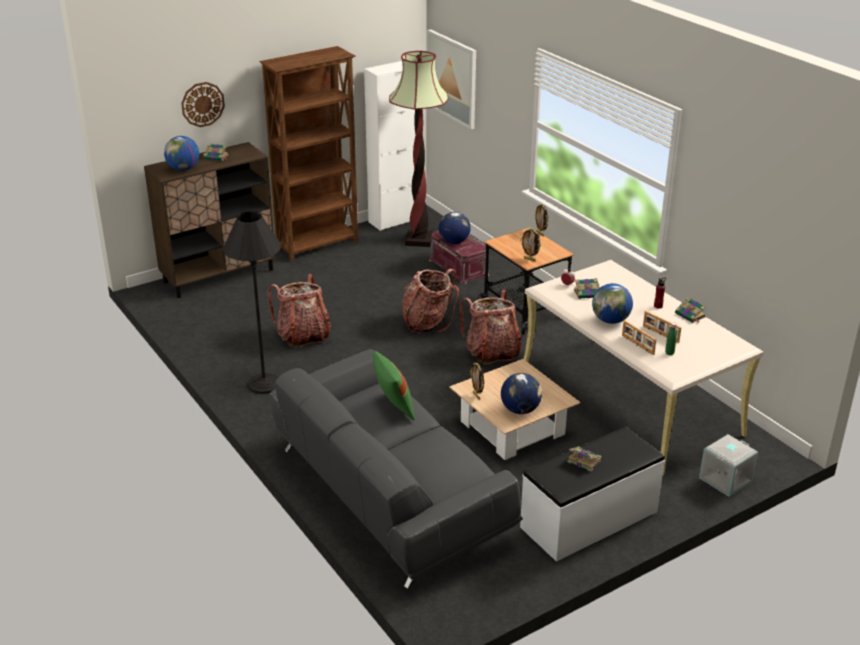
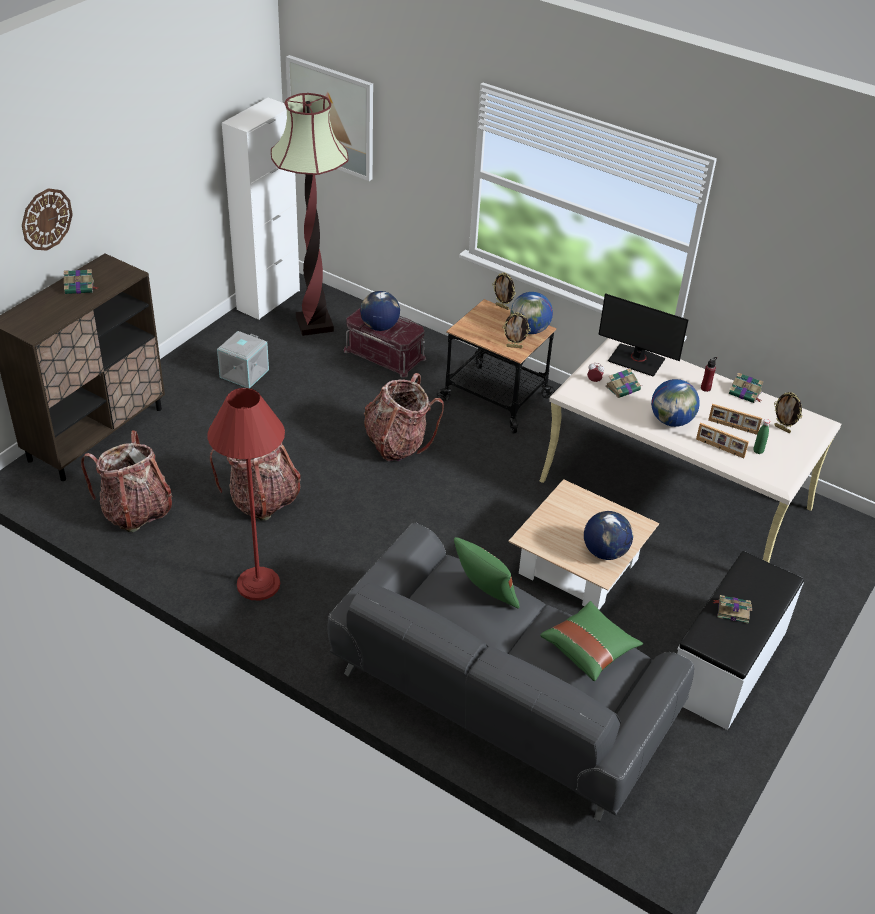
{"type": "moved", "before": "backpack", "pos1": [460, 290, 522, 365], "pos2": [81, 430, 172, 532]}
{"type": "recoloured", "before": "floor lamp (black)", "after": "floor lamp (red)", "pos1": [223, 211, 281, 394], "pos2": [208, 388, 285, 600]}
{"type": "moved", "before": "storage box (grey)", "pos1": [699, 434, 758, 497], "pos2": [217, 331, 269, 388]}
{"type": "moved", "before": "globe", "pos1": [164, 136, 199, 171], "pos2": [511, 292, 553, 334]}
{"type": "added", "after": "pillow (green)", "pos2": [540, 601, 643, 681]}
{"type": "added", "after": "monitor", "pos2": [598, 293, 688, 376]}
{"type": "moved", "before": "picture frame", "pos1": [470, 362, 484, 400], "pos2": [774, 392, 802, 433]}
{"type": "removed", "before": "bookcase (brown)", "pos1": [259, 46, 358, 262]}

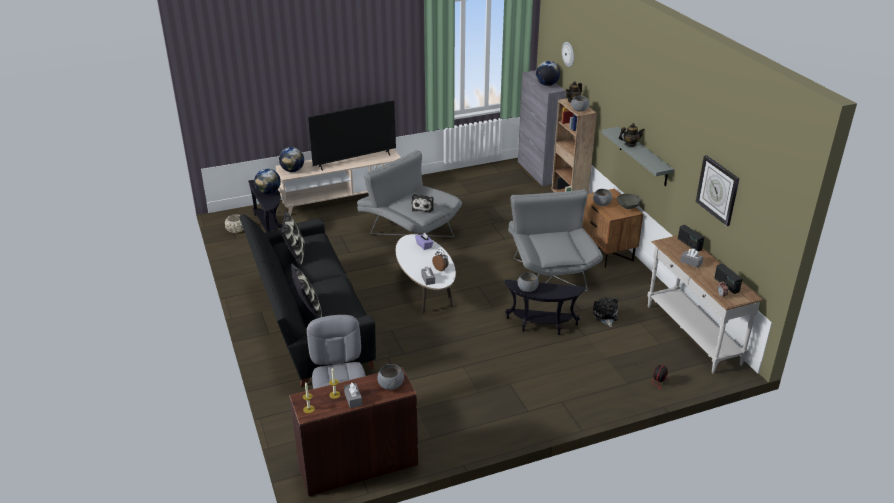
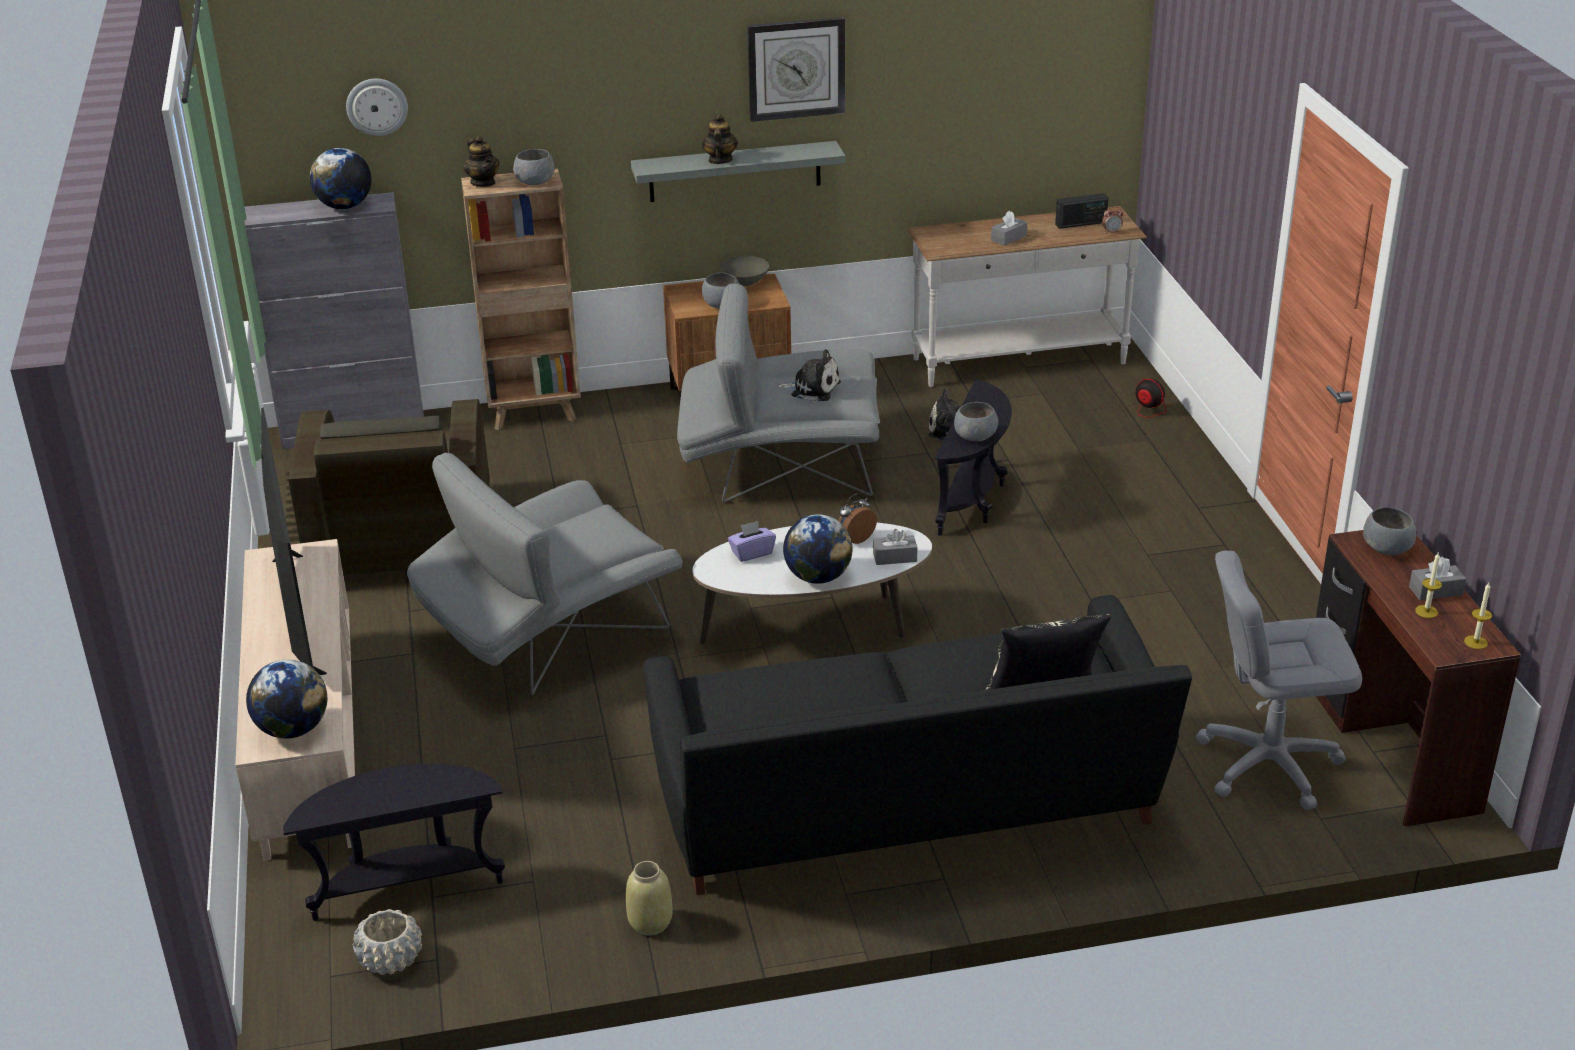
{"type": "added", "after": "armchair (brown)", "pos2": [288, 399, 490, 575]}
{"type": "added", "after": "vase (beige)", "pos2": [626, 861, 672, 935]}
{"type": "moved", "before": "wall clock", "pos1": [696, 155, 739, 226], "pos2": [747, 17, 845, 122]}
{"type": "moved", "before": "plush toy", "pos1": [412, 194, 434, 213], "pos2": [777, 349, 841, 401]}
{"type": "moved", "before": "globe", "pos1": [254, 168, 281, 194], "pos2": [783, 514, 853, 584]}
{"type": "removed", "before": "pillow", "pos1": [282, 210, 305, 266]}
{"type": "removed", "before": "radio", "pos1": [678, 225, 705, 251]}

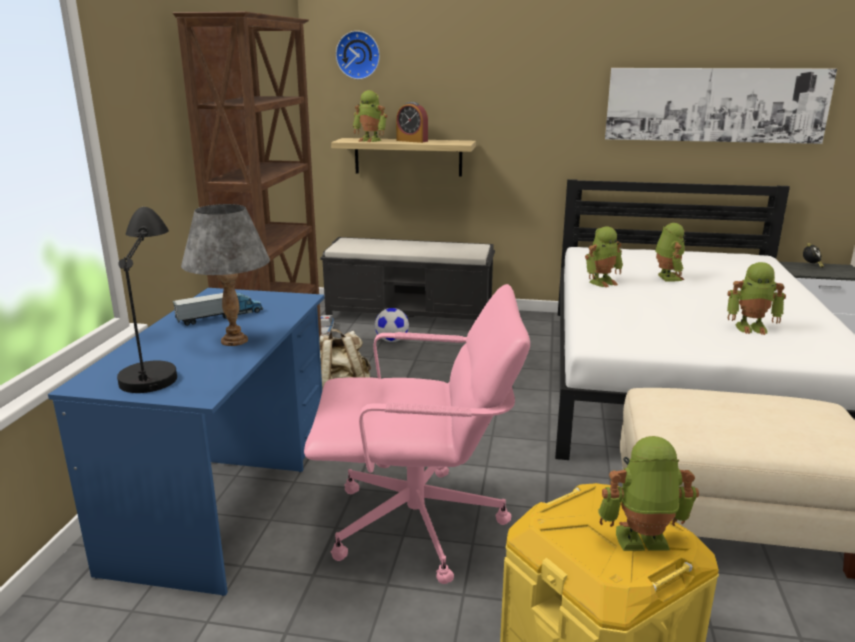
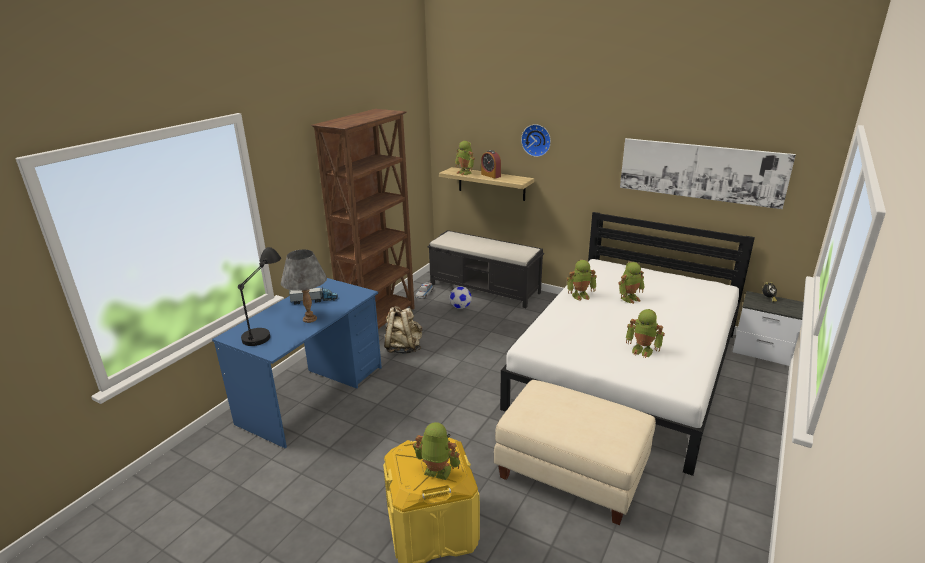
{"type": "moved", "before": "wall clock", "pos1": [336, 31, 380, 79], "pos2": [521, 124, 551, 157]}
{"type": "turned", "before": "toy robot", "pos1": [655, 223, 686, 281], "pos2": [618, 262, 645, 304], "turn": 45}
{"type": "removed", "before": "office chair (pink)", "pos1": [304, 284, 530, 584]}

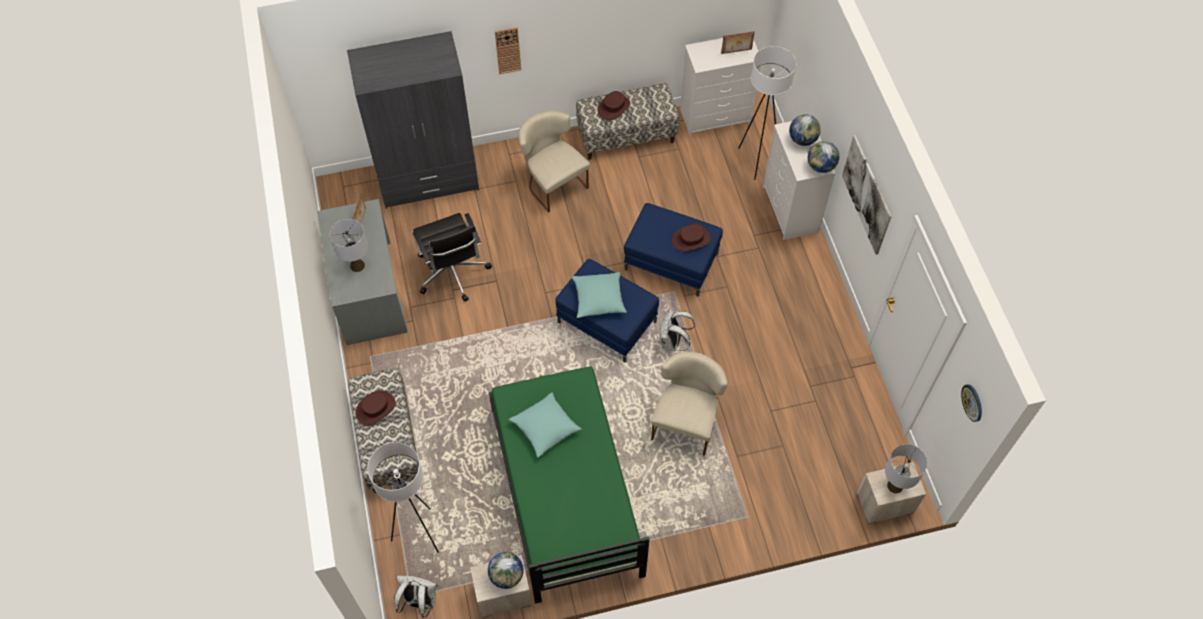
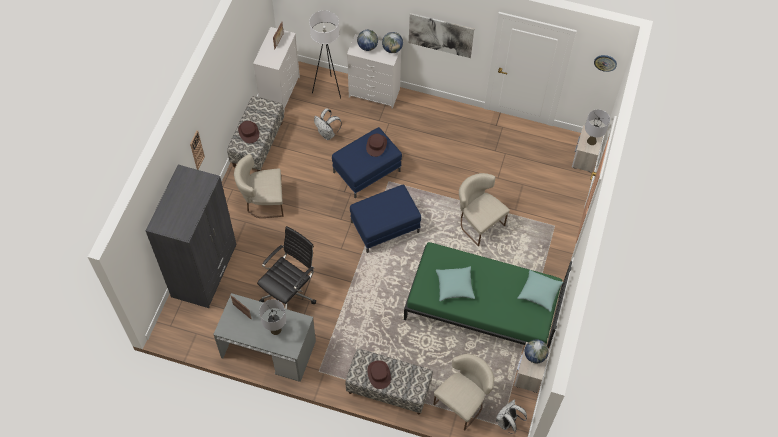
{"type": "turned", "before": "office chair (black)", "pos1": [412, 213, 492, 302], "pos2": [257, 226, 316, 309], "turn": -60}
{"type": "moved", "before": "backpack (white)", "pos1": [660, 308, 695, 351], "pos2": [314, 108, 342, 140]}
{"type": "replaced", "before": "floor lamp (white)", "after": "chair (beige)", "pos1": [367, 442, 439, 553], "pos2": [433, 354, 494, 430]}
{"type": "moved", "before": "pillow (turquoise)", "pos1": [572, 272, 627, 318], "pos2": [517, 270, 563, 312]}

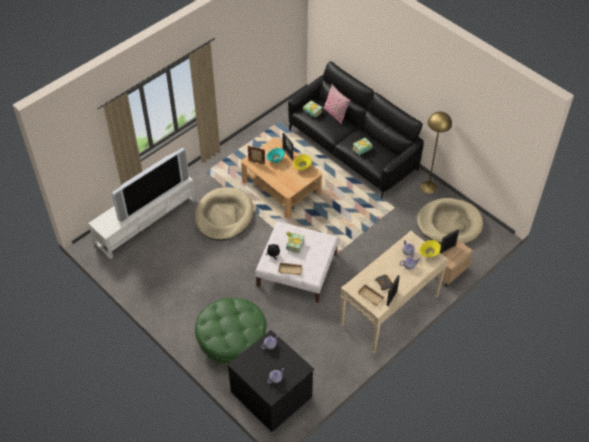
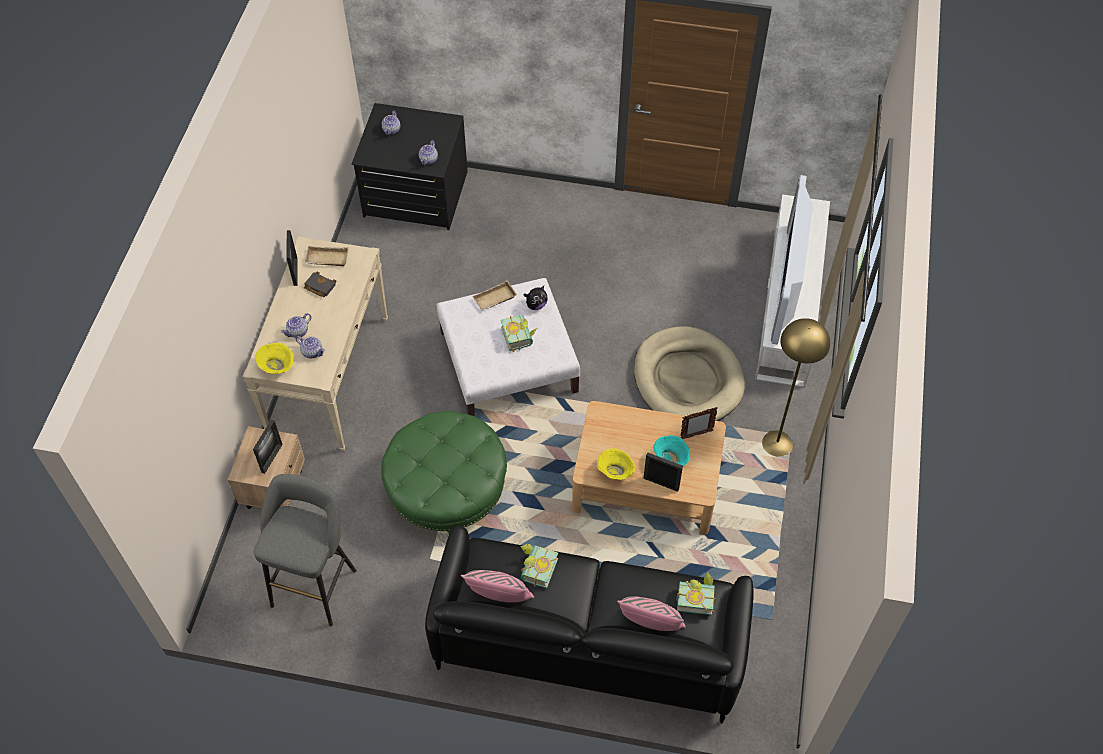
{"type": "replaced", "before": "dog bed (beige)", "after": "stool (grey)", "pos1": [417, 198, 484, 244], "pos2": [254, 474, 356, 626]}
{"type": "moved", "before": "ottoman (green)", "pos1": [195, 298, 267, 366], "pos2": [381, 411, 507, 537]}
{"type": "added", "after": "pillow (pink)", "pos2": [461, 570, 534, 602]}
{"type": "moved", "before": "floor lamp (yellow)", "pos1": [420, 111, 452, 193], "pos2": [762, 318, 830, 457]}

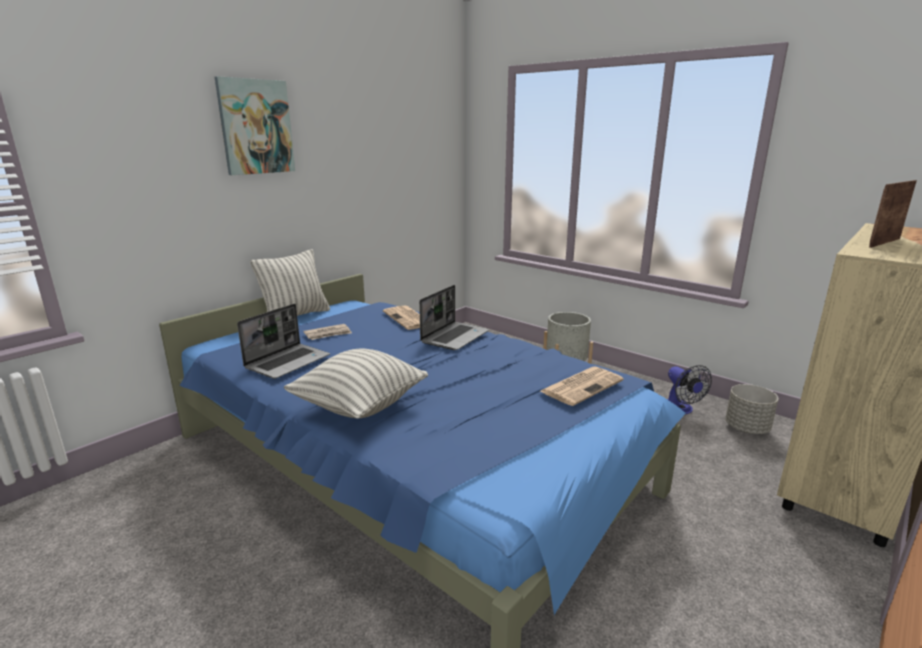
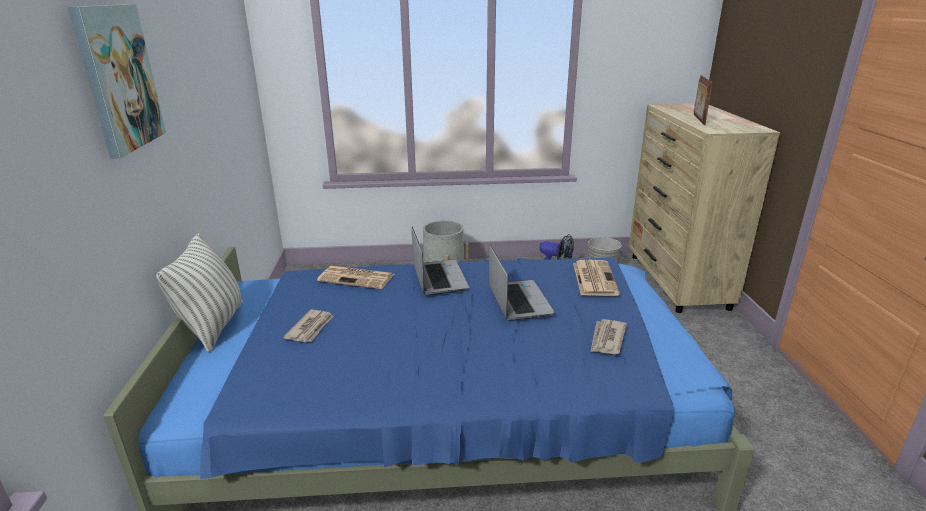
{"type": "moved", "before": "laptop", "pos1": [237, 304, 330, 379], "pos2": [489, 245, 555, 321]}
{"type": "added", "after": "newspaper", "pos2": [591, 319, 627, 354]}
{"type": "removed", "before": "pillow", "pos1": [284, 349, 428, 419]}

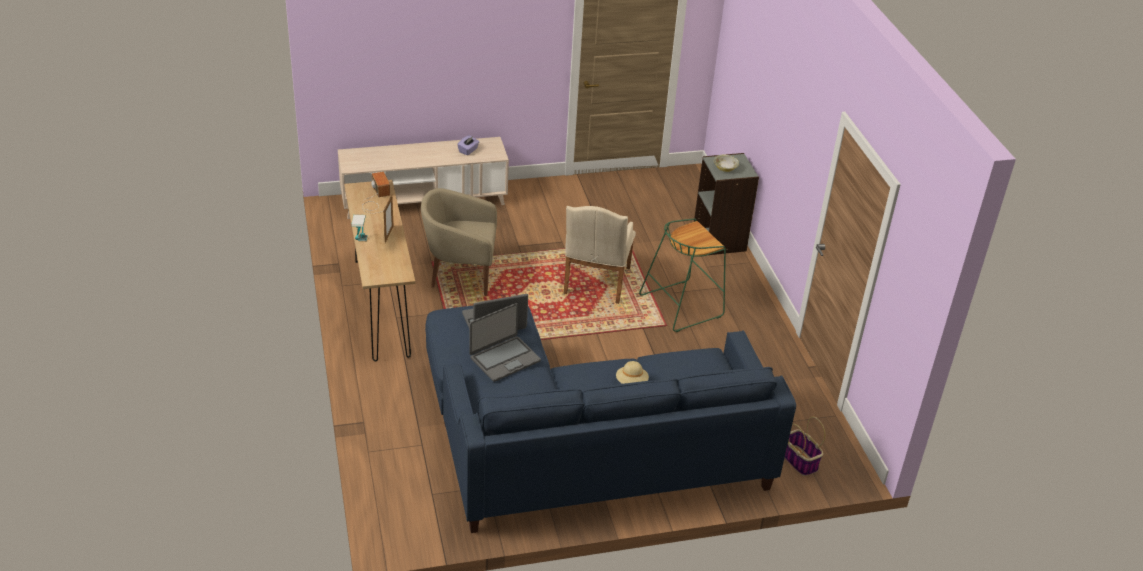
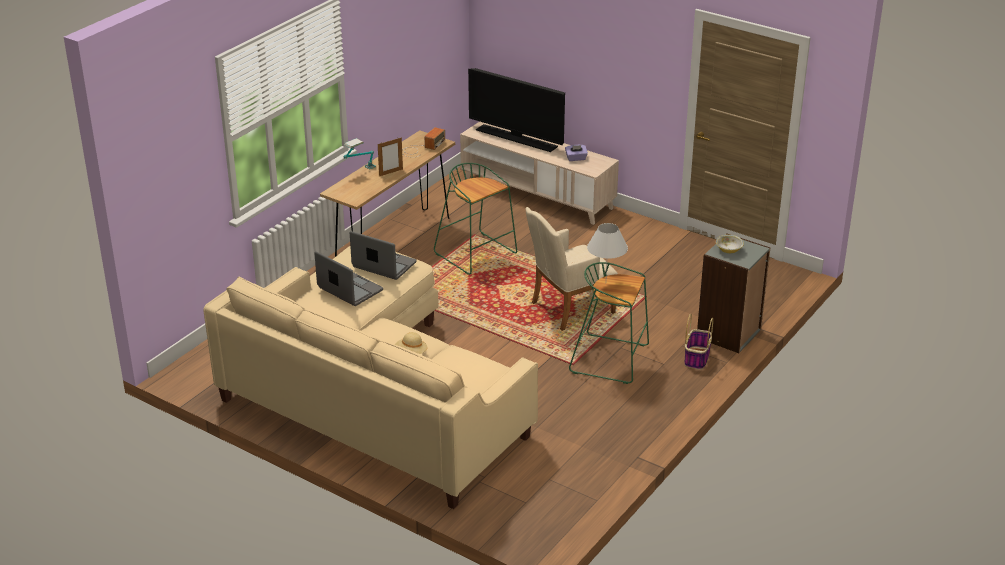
{"type": "recoloured", "before": "sofa (blue)", "after": "sofa (beige)", "pos1": [425, 306, 796, 533], "pos2": [203, 246, 538, 509]}
{"type": "turned", "before": "laptop", "pos1": [469, 303, 541, 382], "pos2": [314, 251, 383, 306], "turn": -150}
{"type": "replaced", "before": "armchair (beige)", "after": "stool (green)", "pos1": [421, 188, 497, 296], "pos2": [434, 163, 517, 275]}
{"type": "added", "after": "television", "pos2": [468, 68, 565, 152]}
{"type": "added", "after": "table lamp (white)", "pos2": [587, 223, 628, 276]}
{"type": "moved", "before": "basket", "pos1": [785, 417, 825, 476], "pos2": [684, 314, 713, 370]}

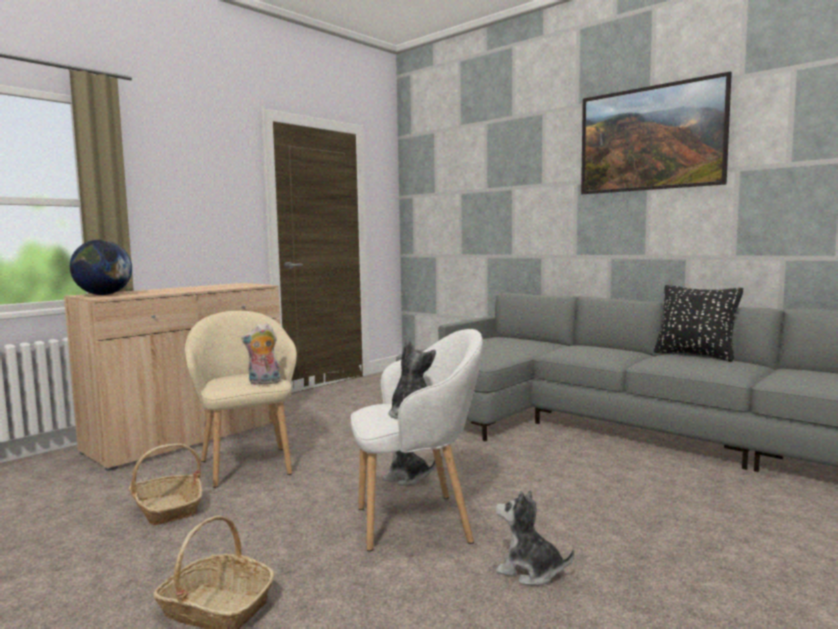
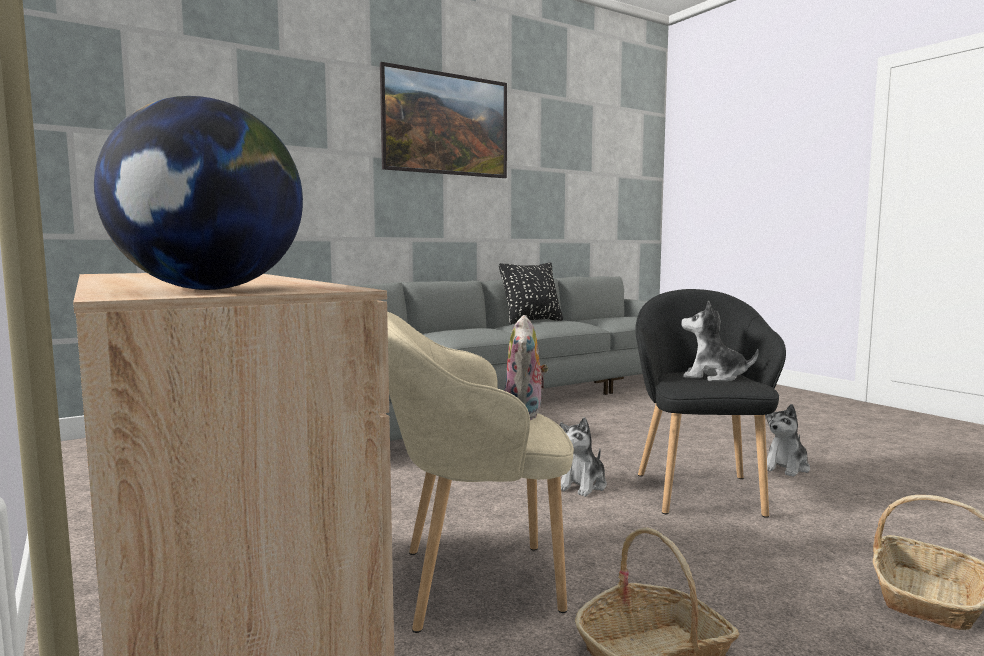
{"type": "recoloured", "before": "armchair (white)", "after": "armchair (black)", "pos1": [351, 329, 483, 551], "pos2": [635, 289, 786, 518]}

